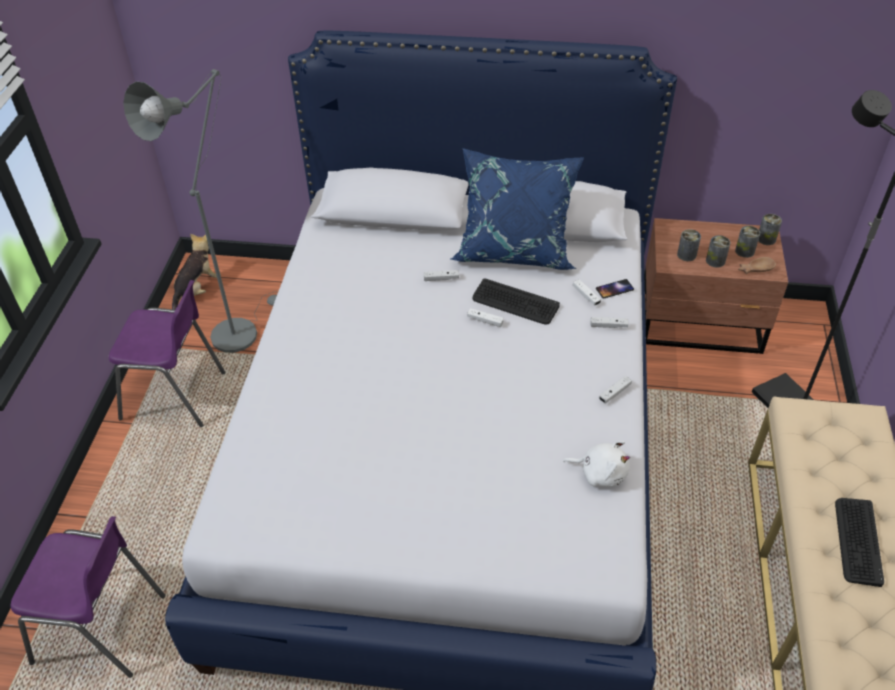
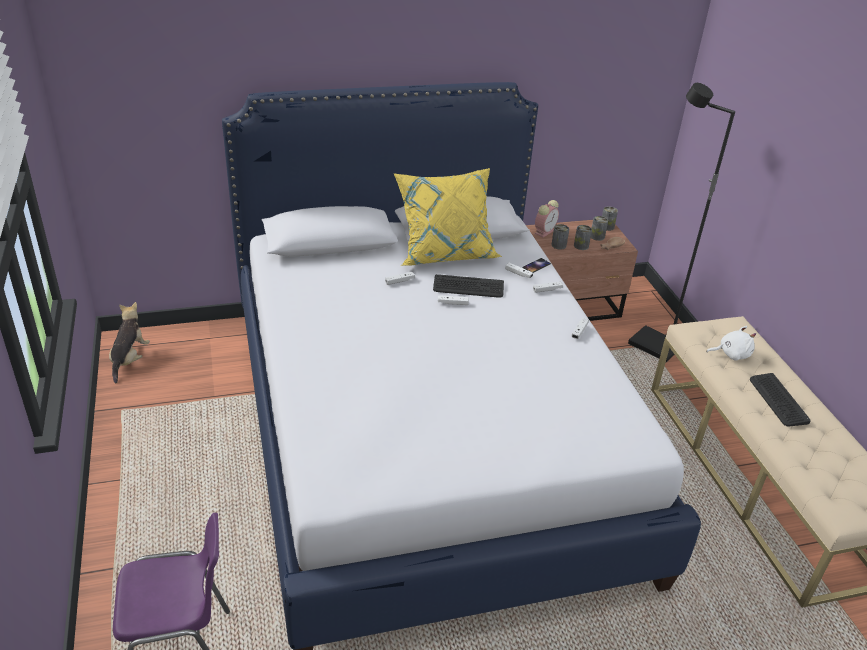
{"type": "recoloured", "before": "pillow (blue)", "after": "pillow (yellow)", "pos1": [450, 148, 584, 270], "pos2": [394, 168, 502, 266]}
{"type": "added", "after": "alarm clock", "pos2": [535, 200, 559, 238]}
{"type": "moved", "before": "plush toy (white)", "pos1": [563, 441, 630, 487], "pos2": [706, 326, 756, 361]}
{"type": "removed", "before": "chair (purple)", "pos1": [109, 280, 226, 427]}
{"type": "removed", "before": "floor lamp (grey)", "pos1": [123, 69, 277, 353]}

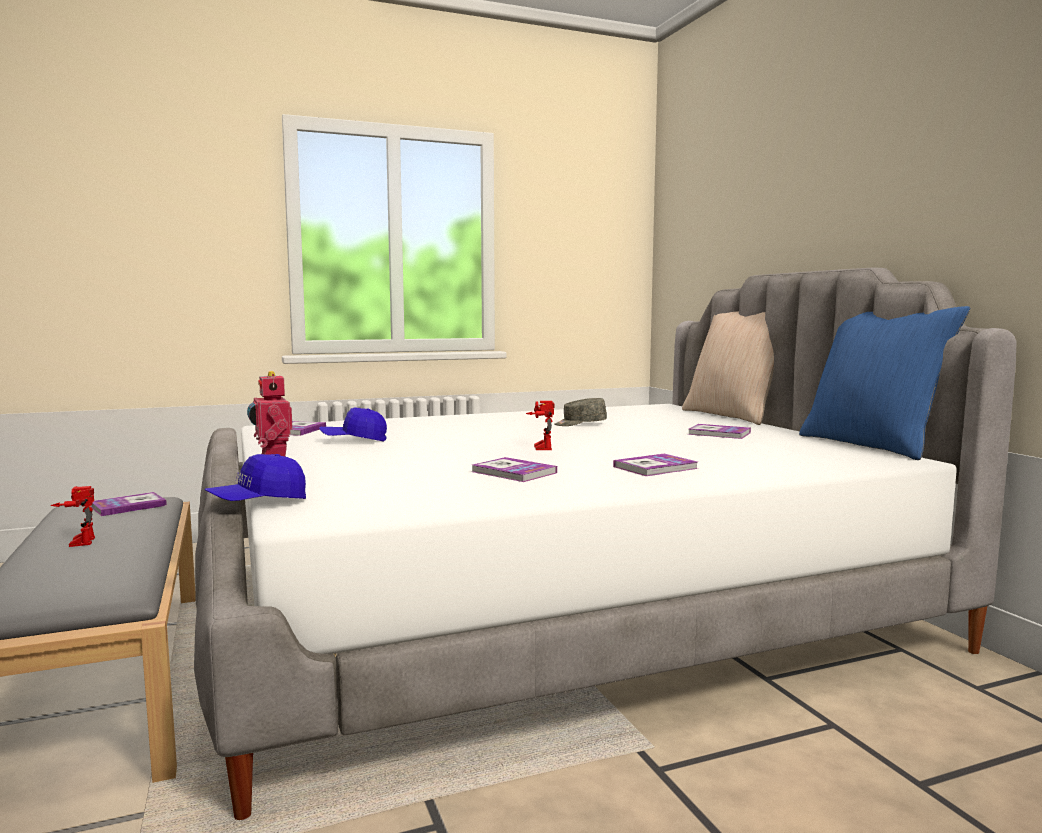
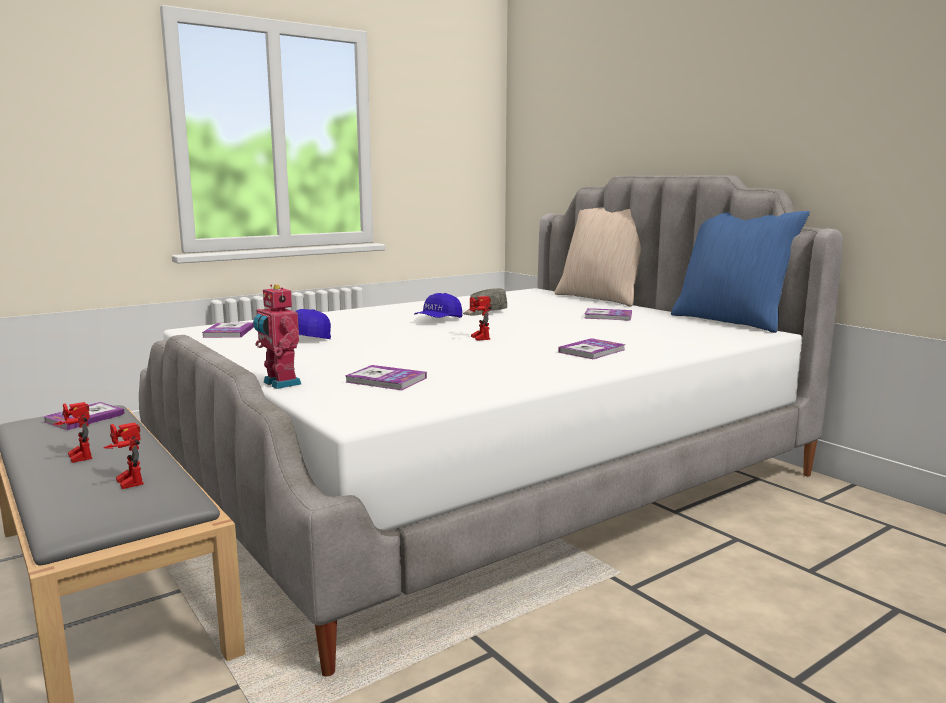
{"type": "added", "after": "toy robot", "pos2": [104, 422, 143, 489]}
{"type": "moved", "before": "book", "pos1": [472, 457, 557, 482], "pos2": [345, 365, 427, 390]}
{"type": "moved", "before": "cap (blue)", "pos1": [205, 454, 306, 501], "pos2": [414, 293, 462, 318]}

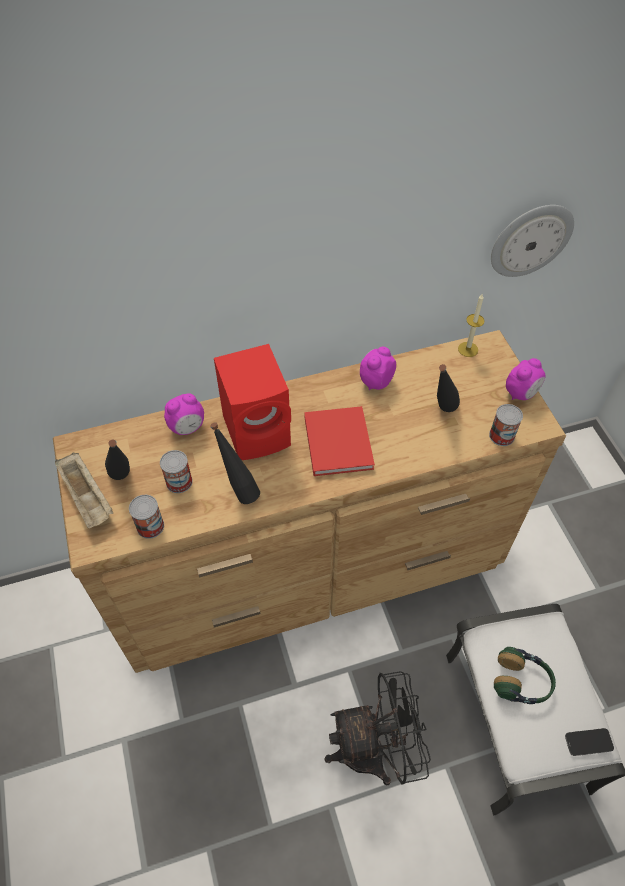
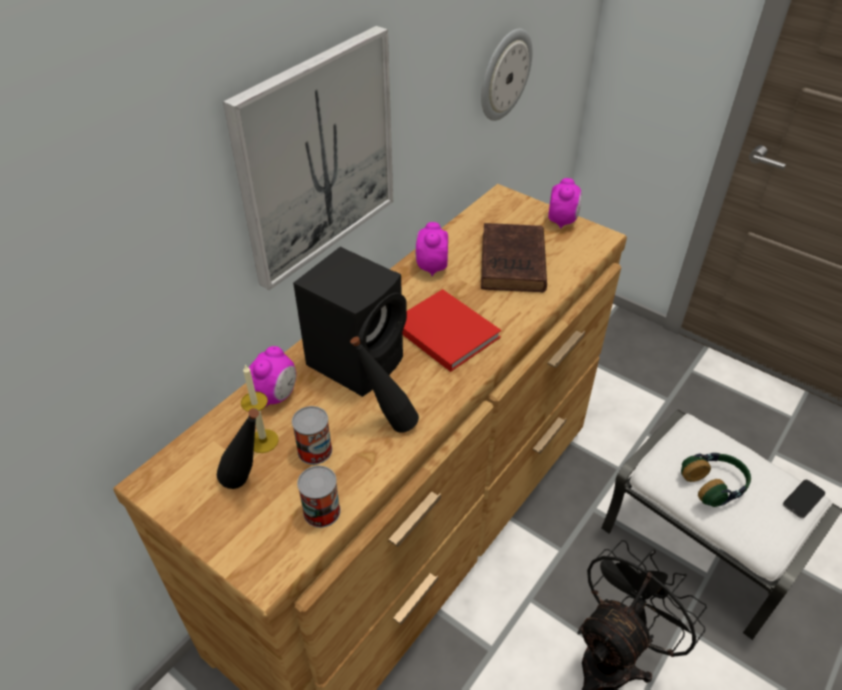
{"type": "added", "after": "picture", "pos2": [223, 26, 393, 290]}
{"type": "moved", "before": "candle", "pos1": [458, 294, 485, 357], "pos2": [241, 364, 279, 453]}
{"type": "recoloured", "before": "speaker (red)", "after": "speaker (black)", "pos1": [214, 344, 291, 460], "pos2": [293, 247, 407, 397]}
{"type": "replaced", "before": "bottle (black)", "after": "book (brown)", "pos1": [437, 364, 460, 412], "pos2": [481, 223, 547, 292]}
{"type": "removed", "before": "tray (beige)", "pos1": [55, 453, 113, 528]}
{"type": "removed", "before": "can", "pos1": [489, 404, 523, 446]}

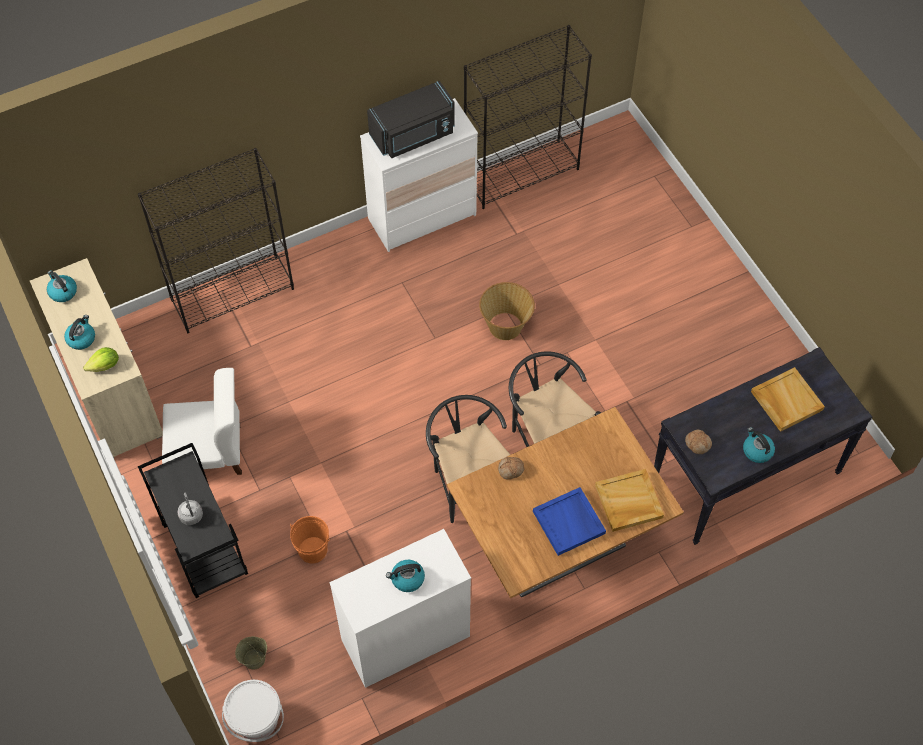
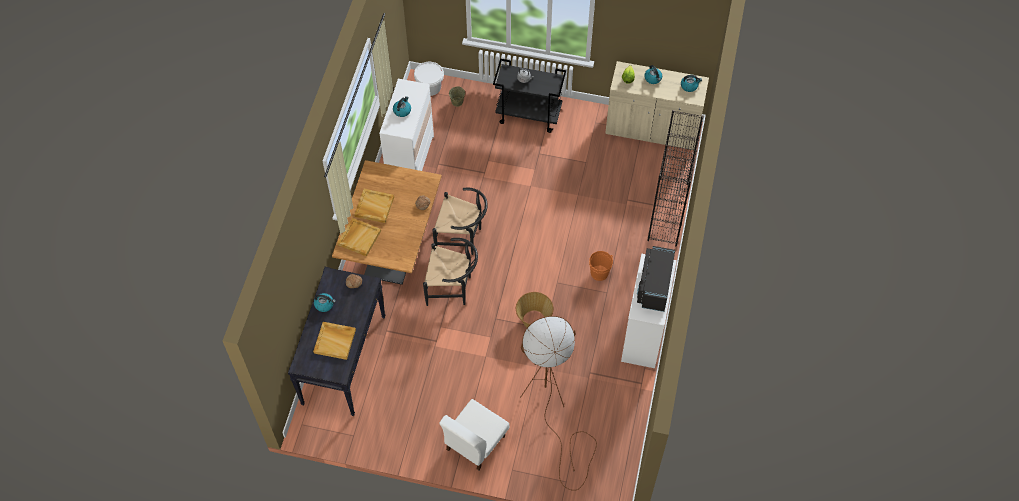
{"type": "recoloured", "before": "tray (blue)", "after": "tray (beige)", "pos1": [533, 487, 606, 556], "pos2": [354, 189, 394, 223]}
{"type": "moved", "before": "chair (white)", "pos1": [162, 368, 242, 475], "pos2": [439, 399, 510, 470]}
{"type": "added", "after": "floor lamp (brown)", "pos2": [520, 316, 597, 491]}
{"type": "moved", "before": "bucket (orange)", "pos1": [290, 516, 330, 563], "pos2": [589, 251, 614, 281]}
{"type": "removed", "before": "bookcase (black)", "pos1": [464, 25, 592, 209]}

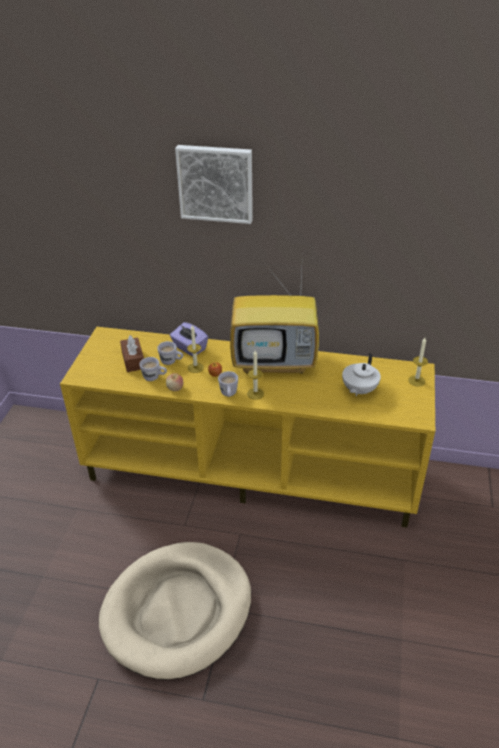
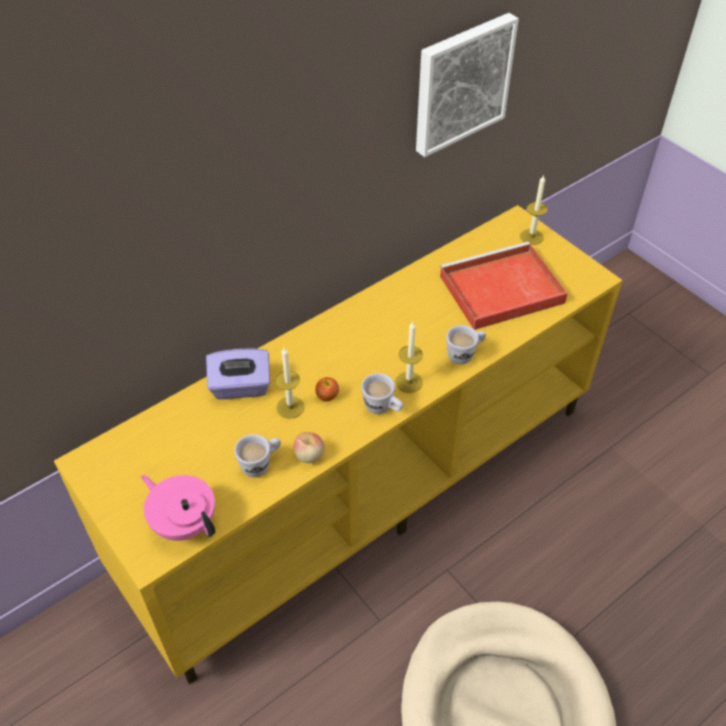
{"type": "added", "after": "teapot (pink)", "pos2": [141, 475, 215, 541]}
{"type": "moved", "before": "picture", "pos1": [175, 145, 253, 224], "pos2": [416, 13, 519, 157]}
{"type": "replaced", "before": "teapot (white)", "after": "tray (red)", "pos1": [342, 353, 381, 396], "pos2": [440, 242, 568, 330]}
{"type": "moved", "before": "mug (white)", "pos1": [157, 341, 183, 365], "pos2": [446, 325, 486, 365]}
{"type": "removed", "before": "tissue box (brown)", "pos1": [120, 335, 144, 372]}
{"type": "removed", "before": "television", "pos1": [230, 250, 319, 374]}

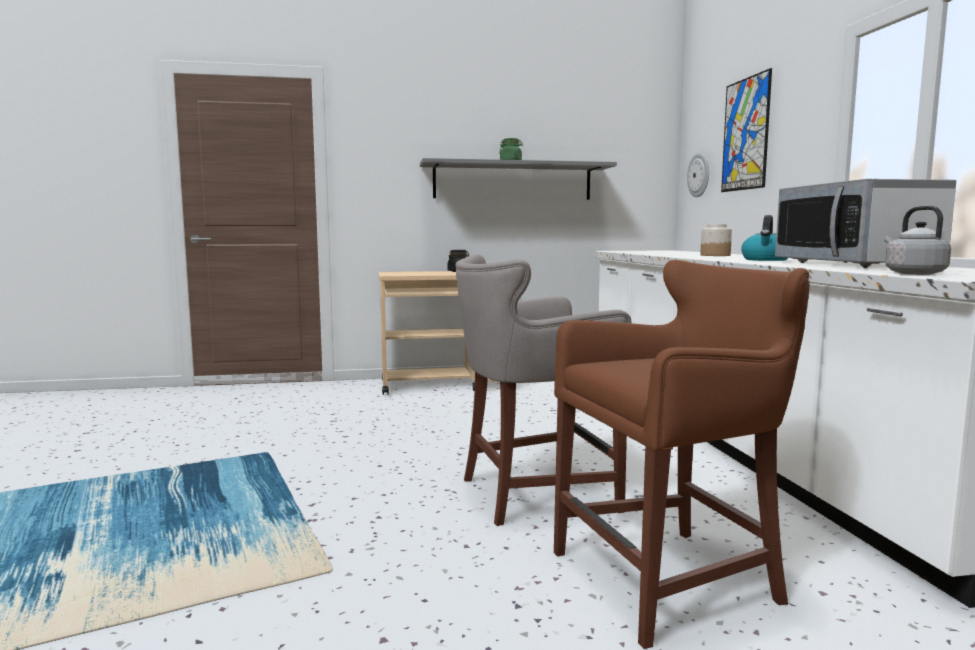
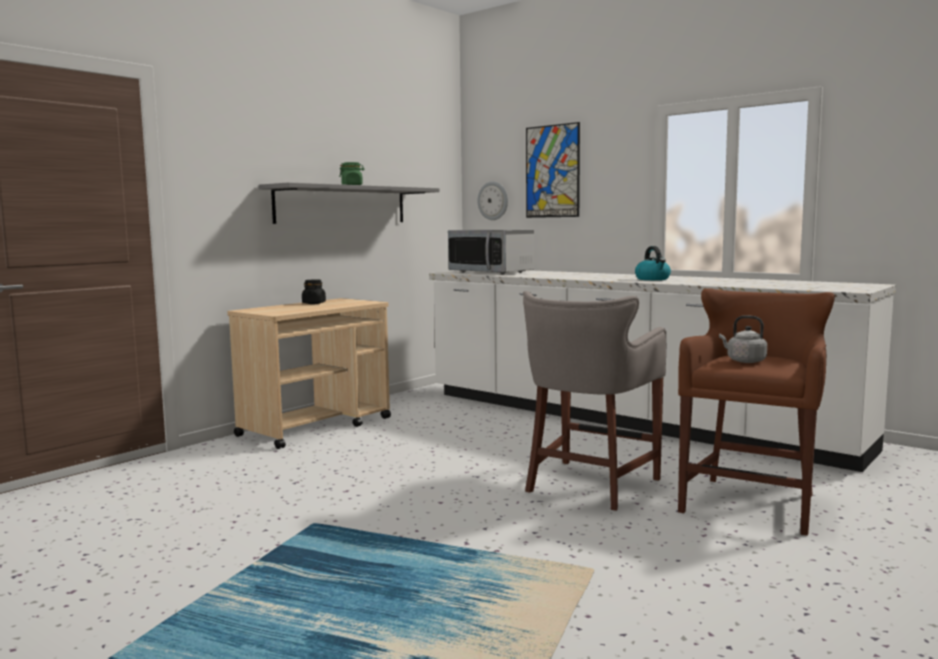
{"type": "moved", "before": "microwave", "pos1": [775, 179, 956, 268], "pos2": [448, 229, 534, 275]}
{"type": "moved", "before": "kettle (grey)", "pos1": [884, 206, 951, 275], "pos2": [719, 316, 767, 363]}
{"type": "removed", "before": "jar", "pos1": [700, 224, 732, 256]}

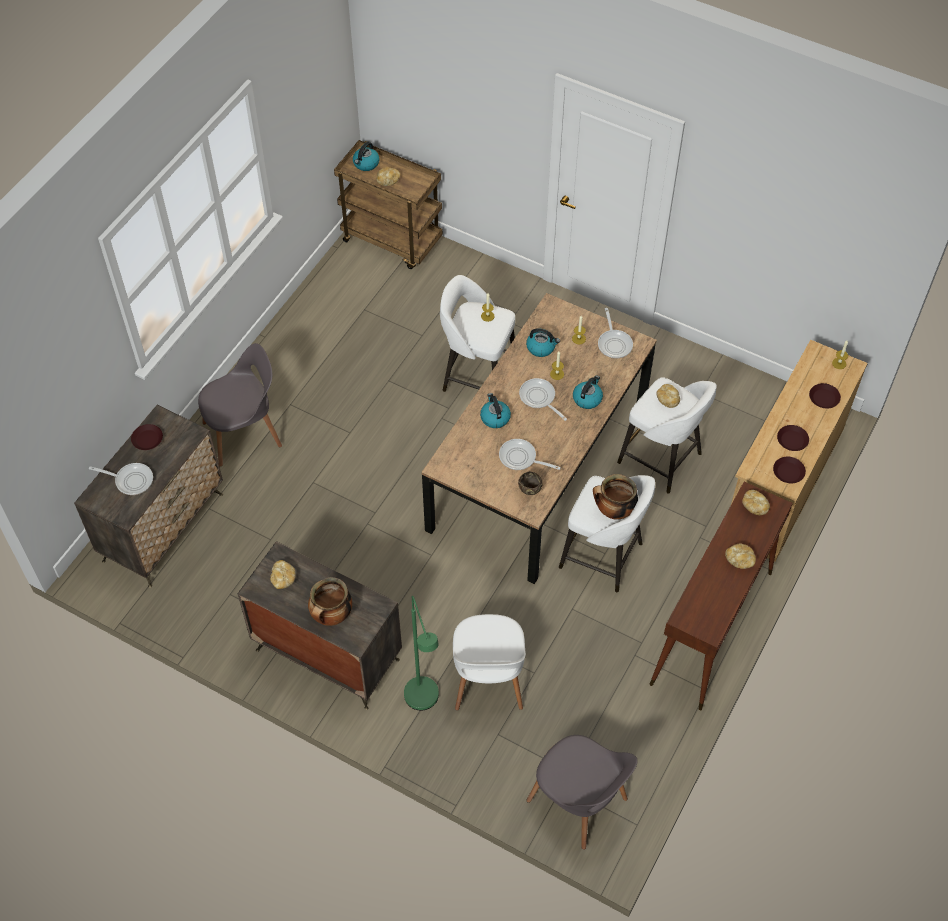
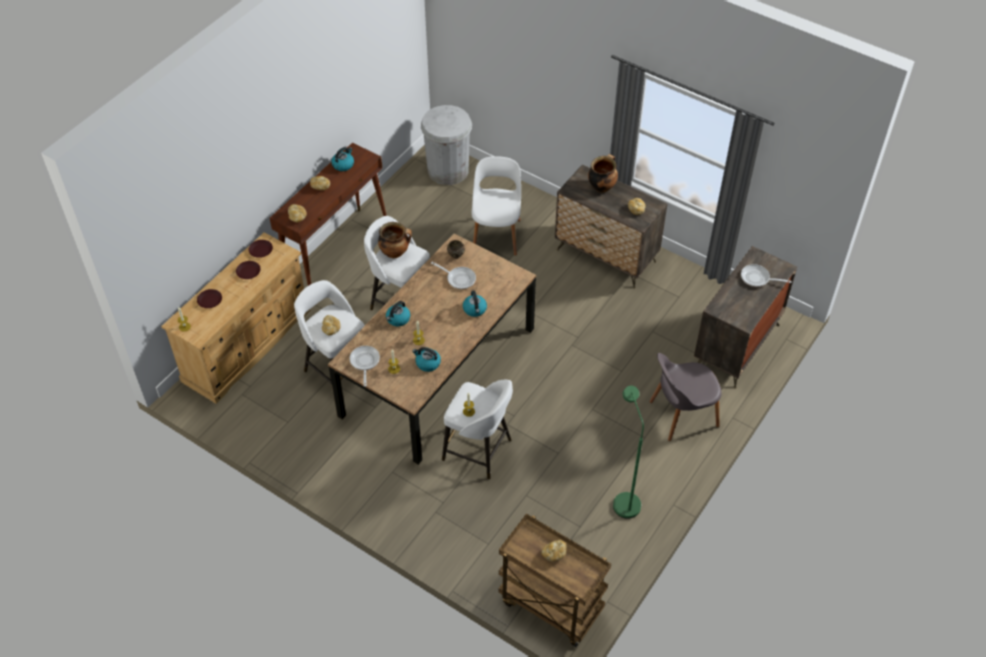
{"type": "moved", "before": "kettle", "pos1": [353, 142, 380, 171], "pos2": [331, 147, 354, 171]}
{"type": "replaced", "before": "chair (grey)", "after": "trash can (white)", "pos1": [526, 735, 638, 850], "pos2": [421, 105, 472, 185]}
{"type": "moved", "before": "floor lamp (green)", "pos1": [404, 596, 439, 710], "pos2": [613, 386, 644, 519]}
{"type": "removed", "before": "plate (brown)", "pos1": [131, 424, 163, 450]}
{"type": "removed", "before": "frying pan", "pos1": [519, 378, 567, 421]}

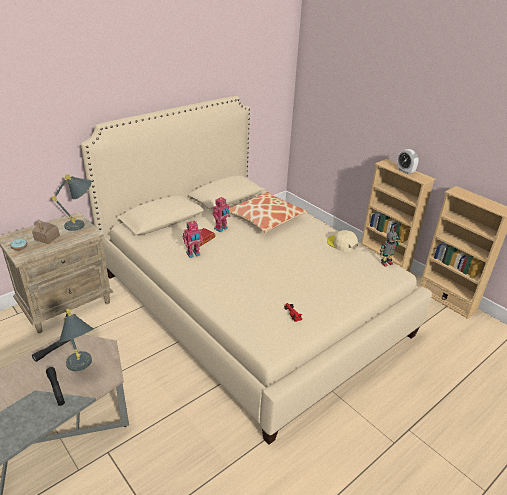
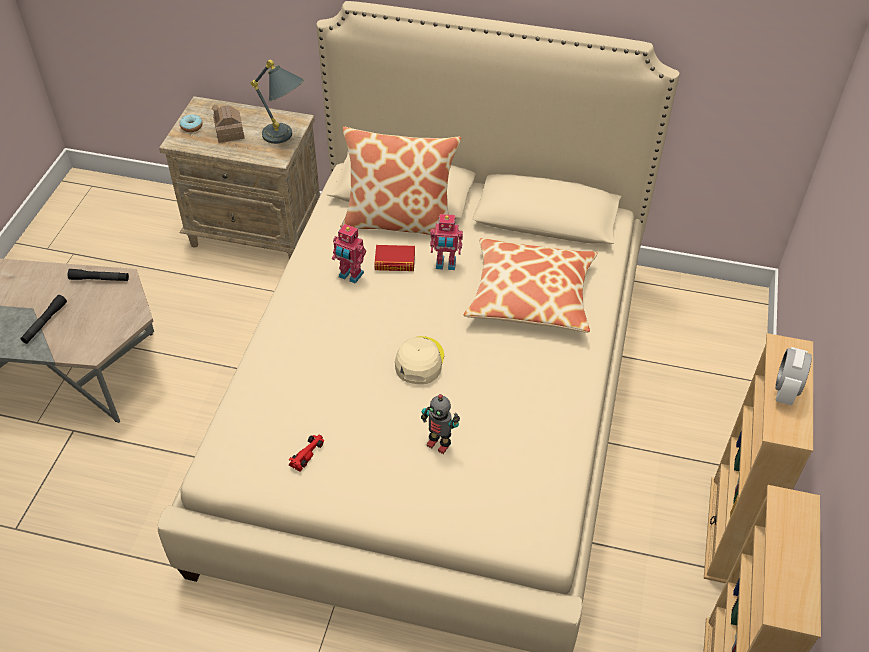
{"type": "added", "after": "pillow", "pos2": [341, 127, 461, 235]}
{"type": "moved", "before": "cap (beige)", "pos1": [327, 230, 358, 252], "pos2": [395, 336, 444, 384]}
{"type": "moved", "before": "toy robot", "pos1": [380, 229, 400, 267], "pos2": [421, 394, 460, 454]}
{"type": "removed", "before": "table lamp (grey)", "pos1": [59, 308, 94, 371]}

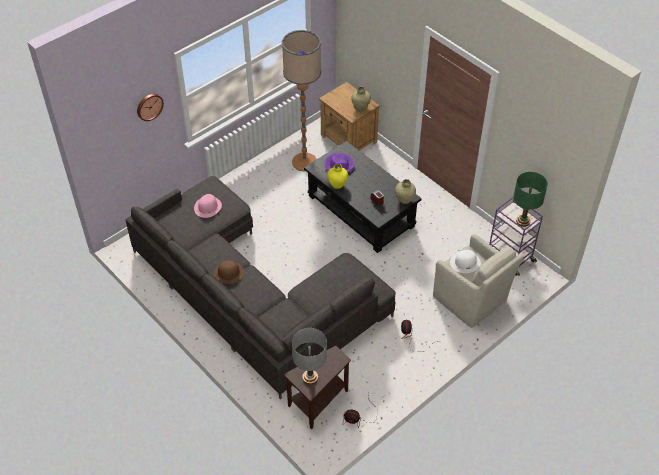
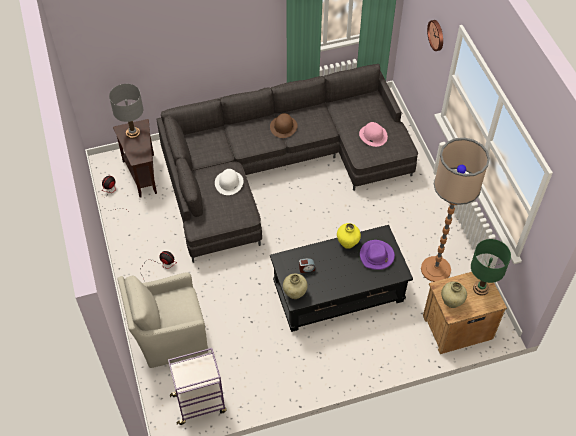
{"type": "moved", "before": "hat (white)", "pos1": [450, 250, 481, 273], "pos2": [215, 169, 244, 195]}
{"type": "moved", "before": "table lamp (green)", "pos1": [513, 172, 548, 227], "pos2": [471, 239, 511, 296]}

